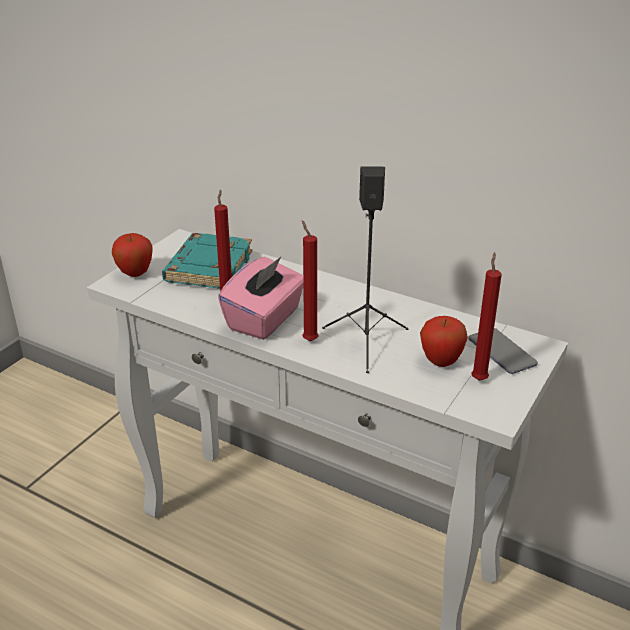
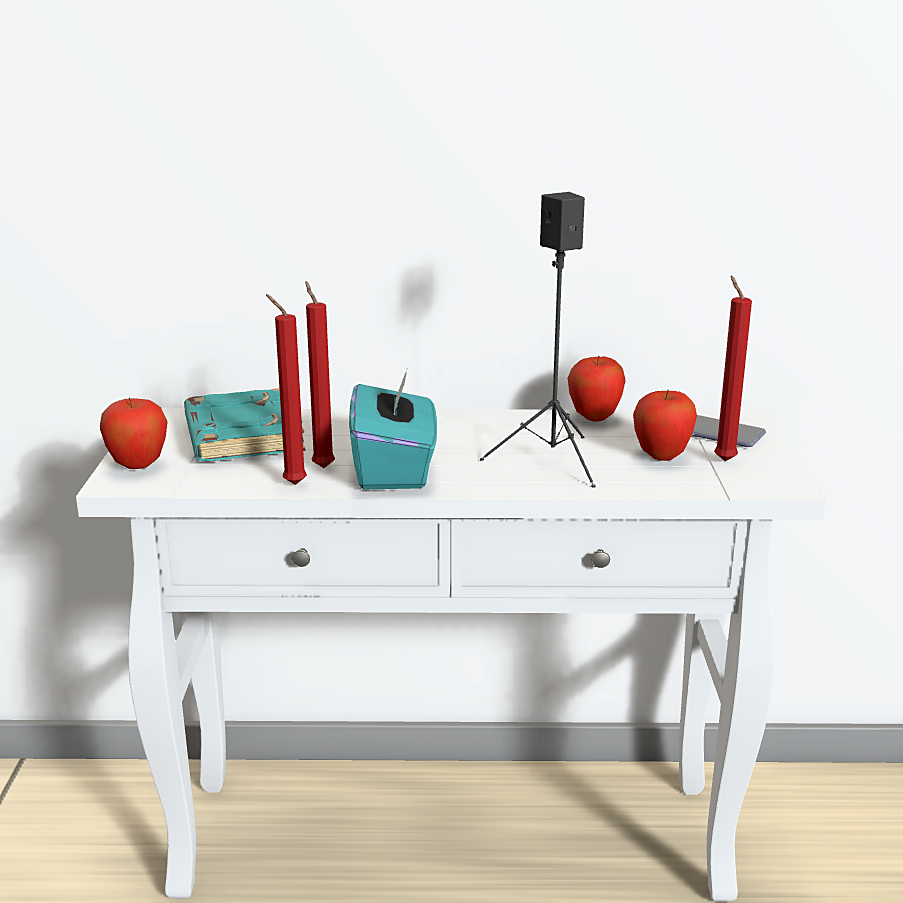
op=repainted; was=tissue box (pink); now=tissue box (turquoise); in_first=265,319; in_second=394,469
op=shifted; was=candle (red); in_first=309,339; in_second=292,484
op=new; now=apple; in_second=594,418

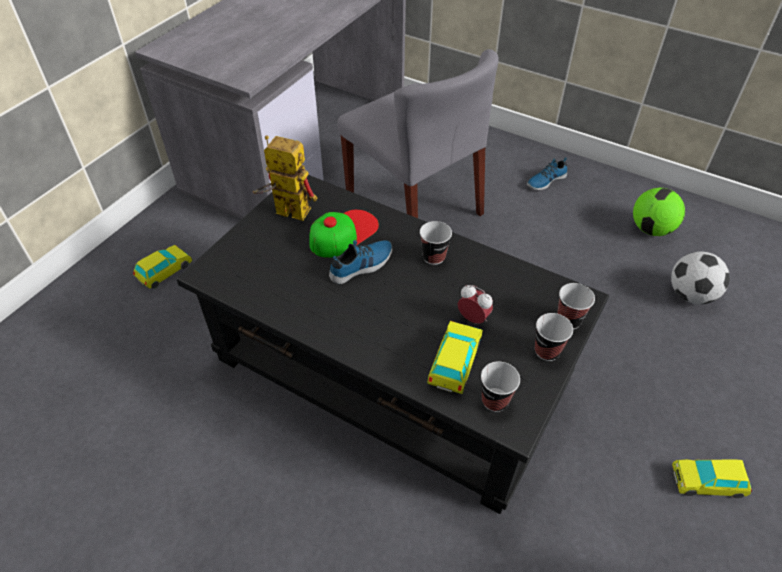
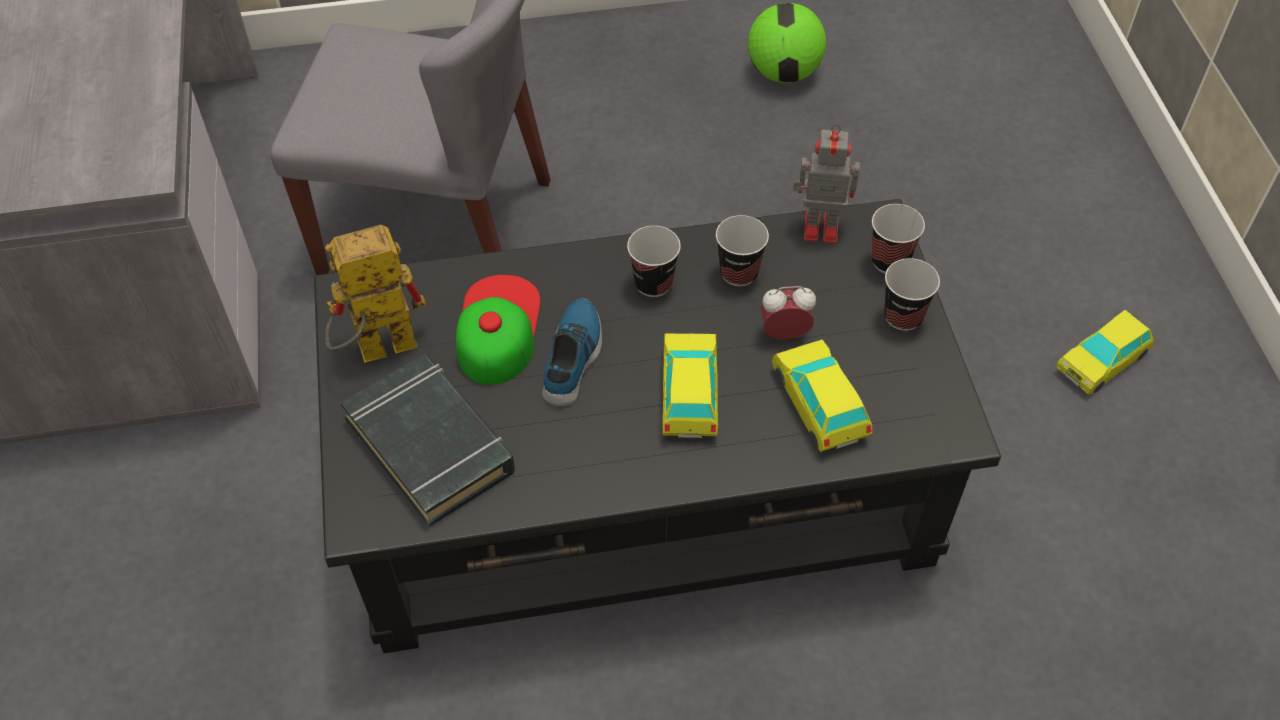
op=shifted; was=toy car; in_first=164,271; in_second=689,394
op=shifted; was=cup; in_first=495,400; in_second=739,273
op=gone; was=shoe; in_first=545,180
op=gone; was=football; in_first=690,295
op=new; now=book (black); in_second=430,445
op=new; now=toy robot; in_second=818,227

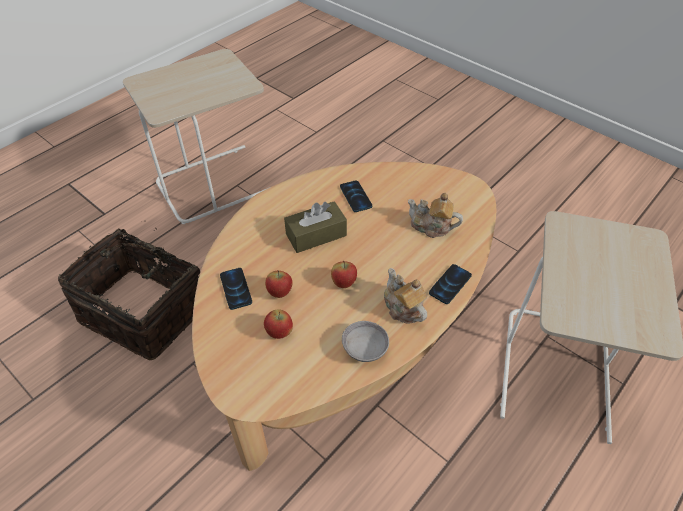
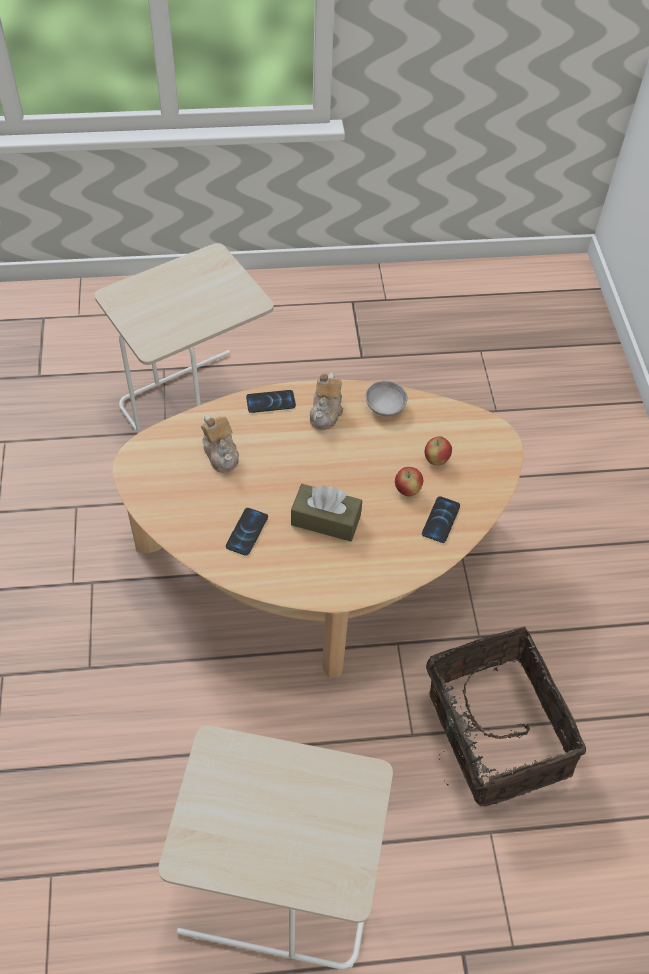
op=gone; was=apple; in_first=344,283

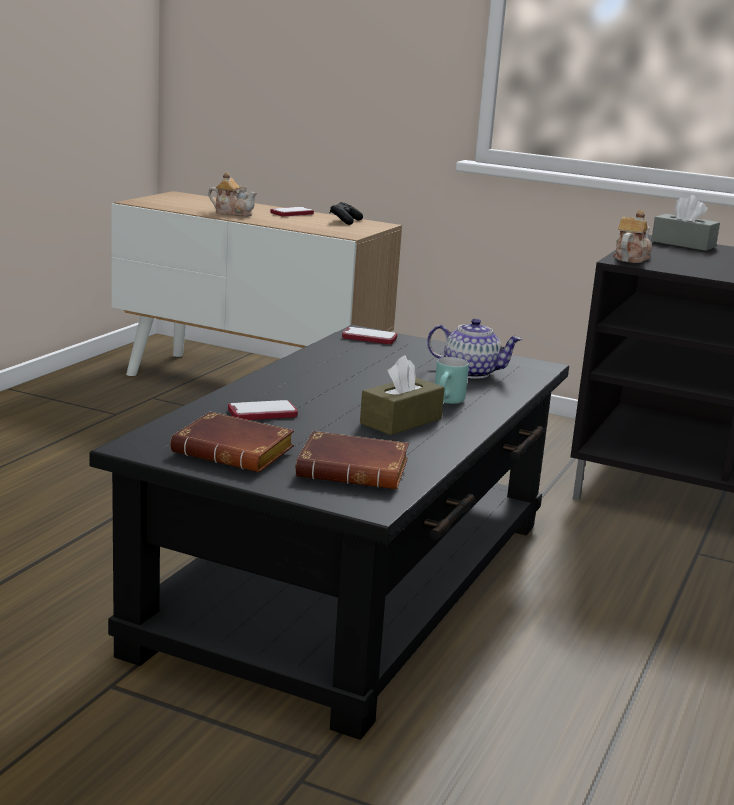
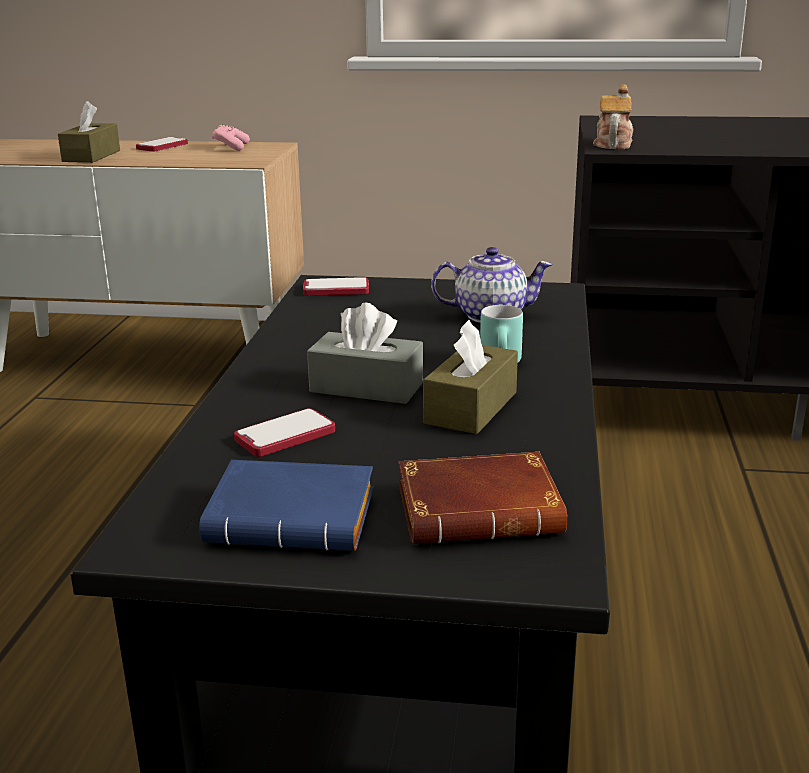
op=repainted; was=book (brown); now=book (blue); in_first=237,452; in_second=297,518
op=swapped; was=teapot; now=tissue box (brown); in_first=232,213; in_second=91,156
op=repainted; was=game controller (black); now=game controller (pink); in_first=345,221; in_second=231,147
op=shifted; was=tissue box (grey); in_first=683,244; in_second=366,387

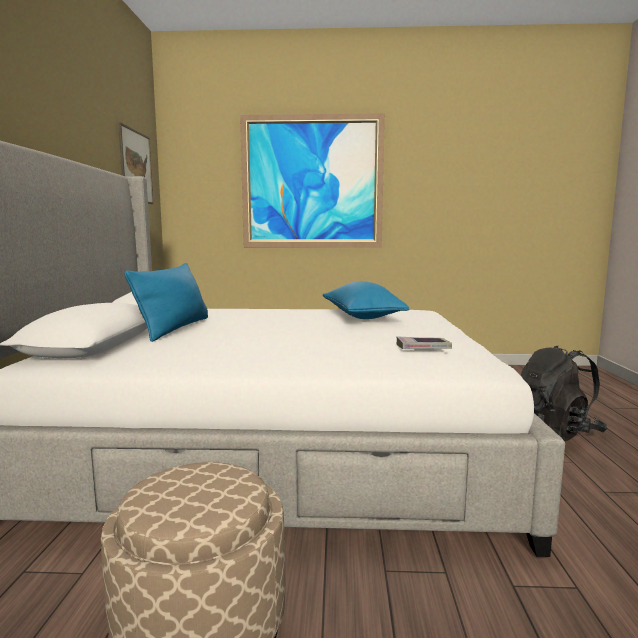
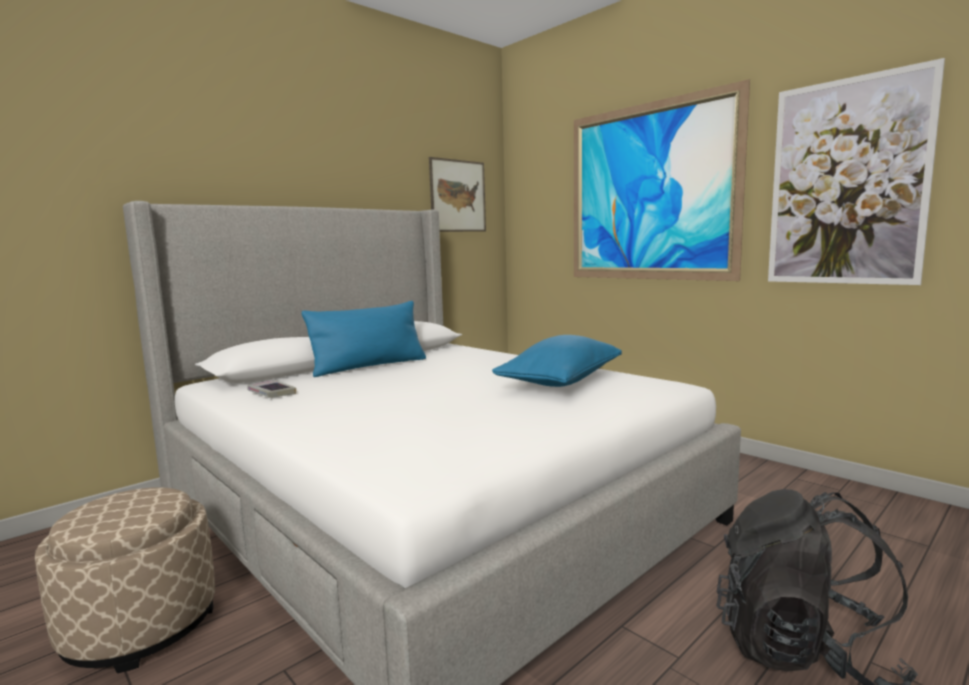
op=shifted; was=book; in_first=423,348; in_second=272,393
op=new; now=picture; in_second=846,183

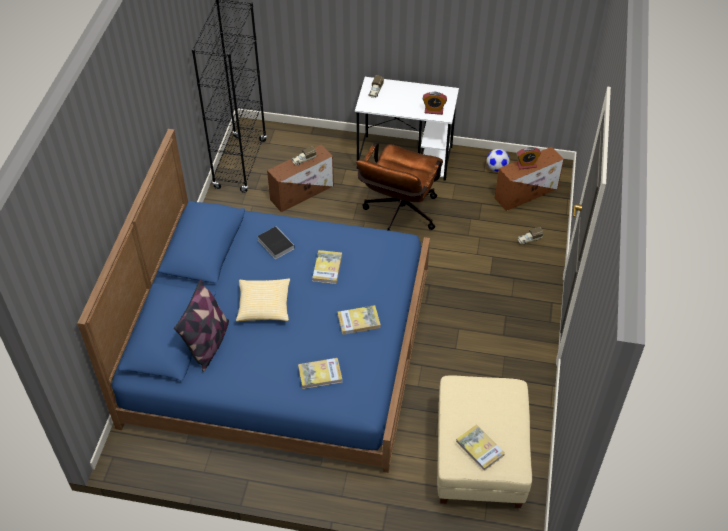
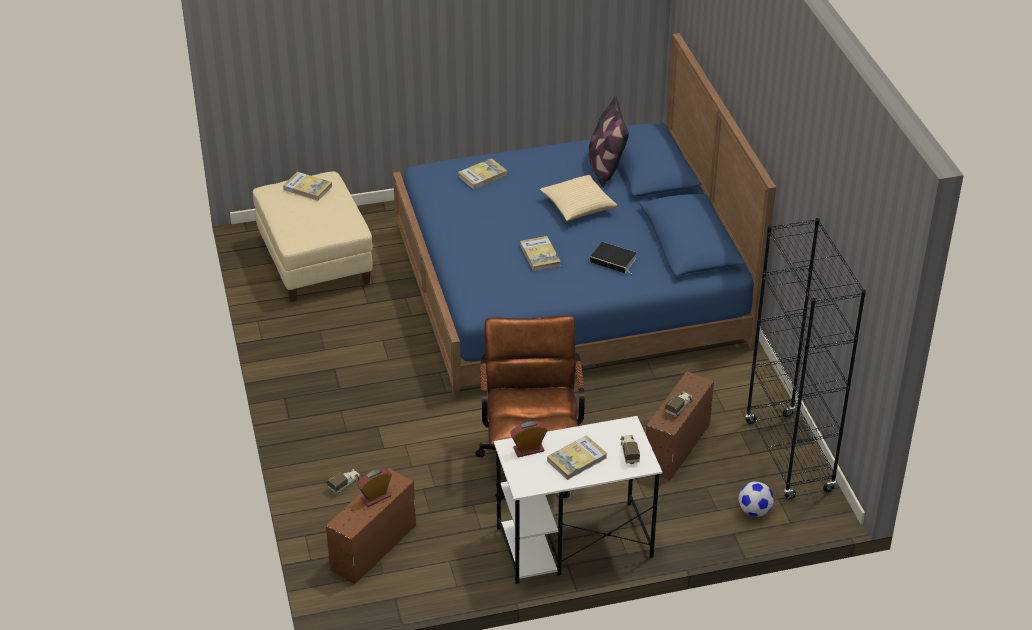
op=shifted; was=book; in_first=359,321; in_second=577,459
op=shifted; was=football; in_first=496,168; in_second=754,511

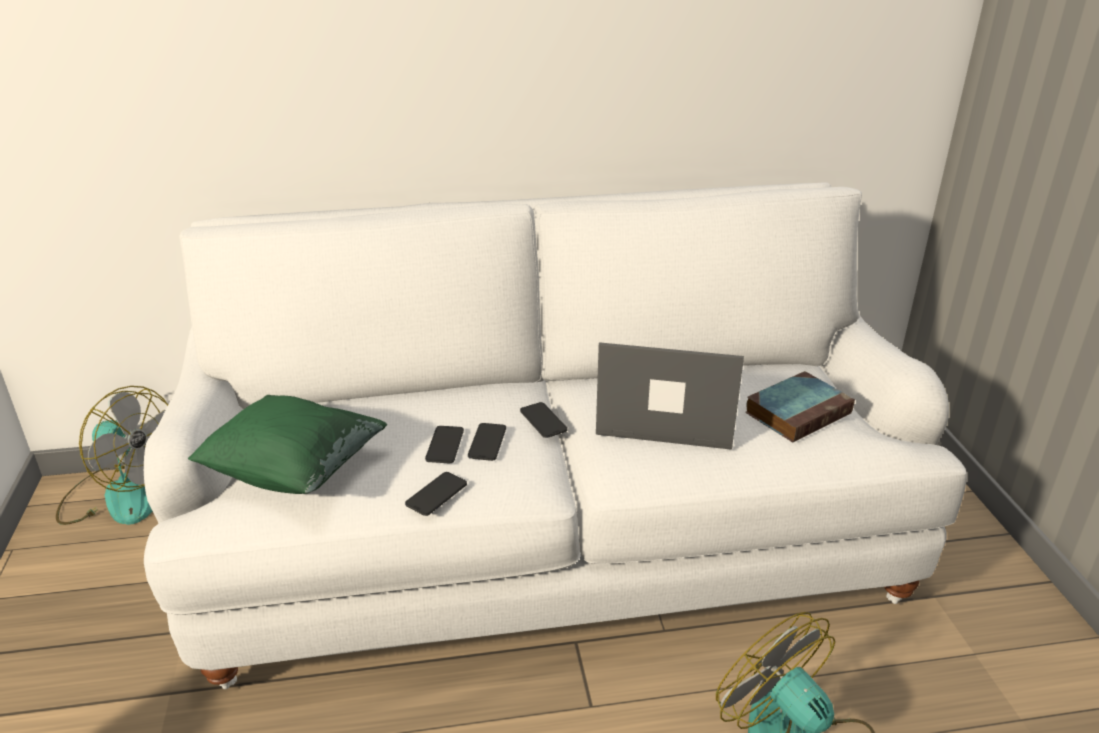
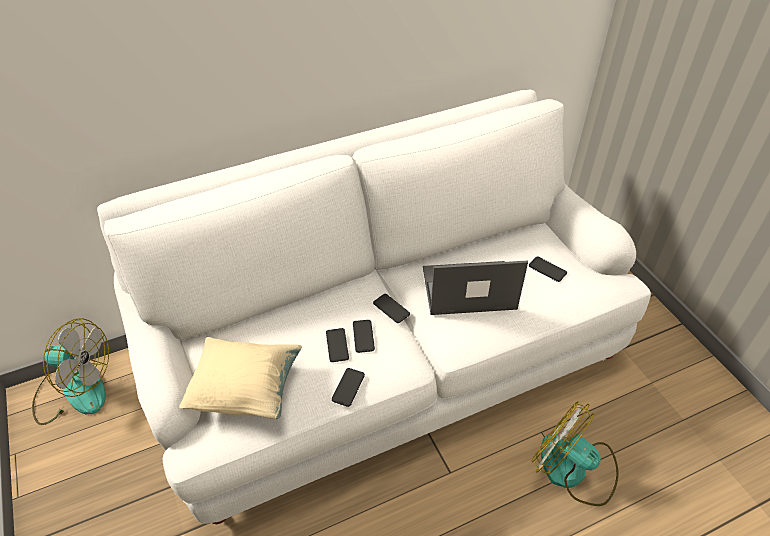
op=repainted; was=pillow (green); now=pillow (beige); in_first=294,471; in_second=246,390
op=swapped; was=book; now=phone; in_first=798,412; in_second=547,269

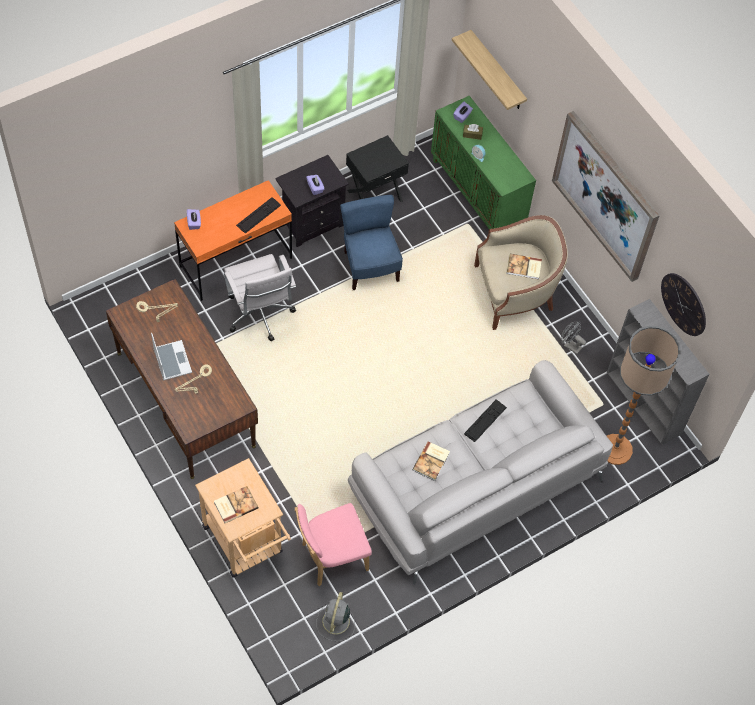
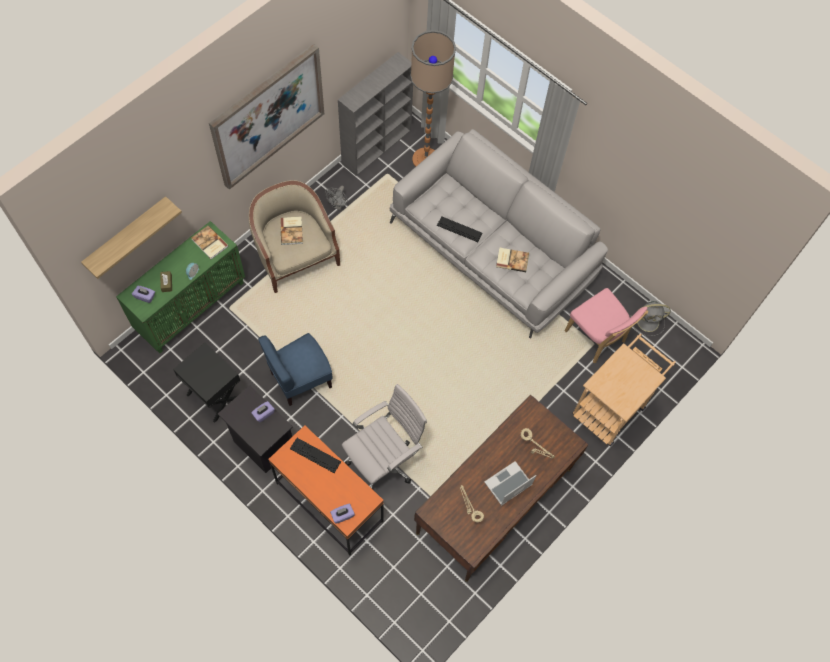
op=shifted; was=book; in_first=235,505; in_second=209,243
op=gone; was=wall clock; in_first=684,304

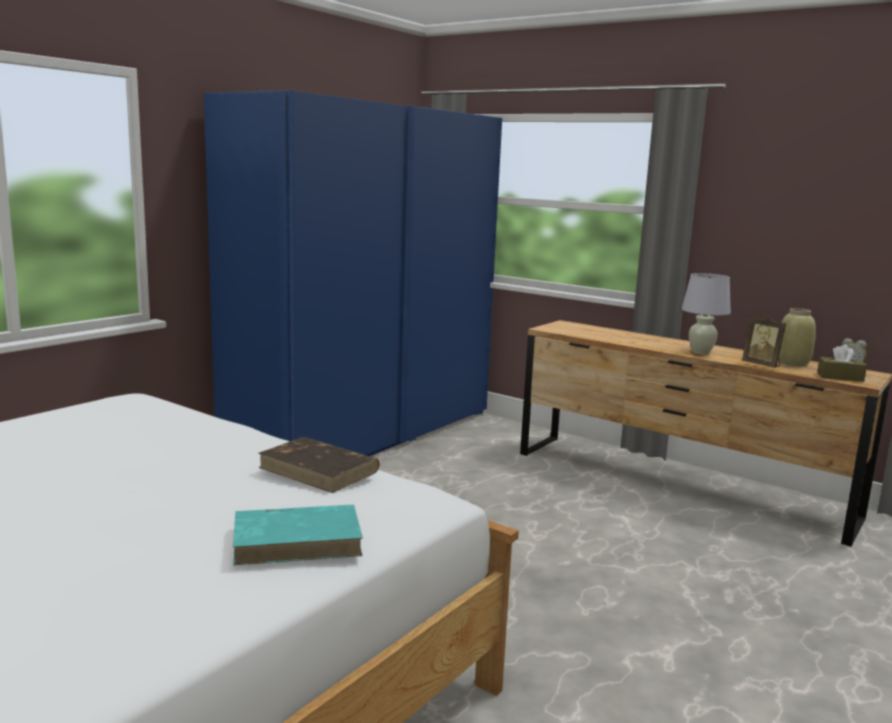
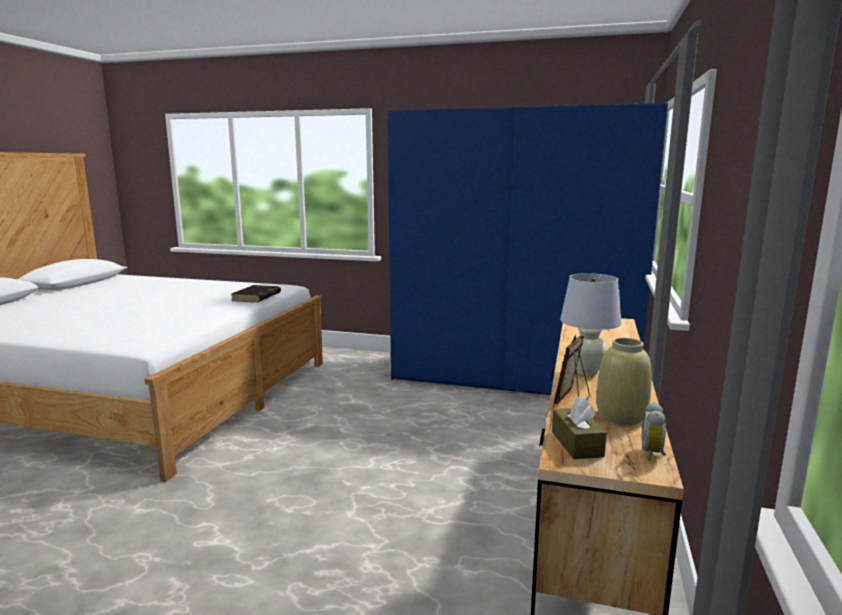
op=gone; was=book (turquoise); in_first=298,540
op=shifted; was=book (brown); in_first=319,470; in_second=256,297

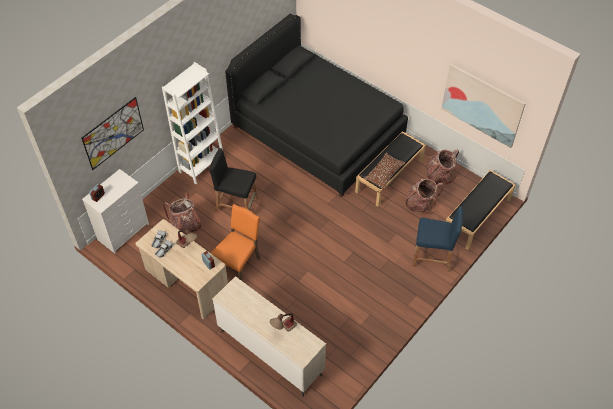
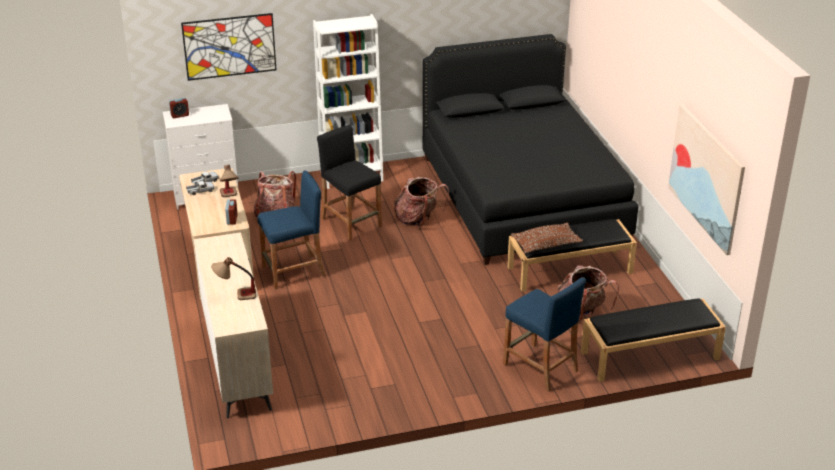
op=swapped; was=chair (orange); now=stool (blue); in_first=239,264; in_second=294,272
op=shifted; was=backpack; in_first=439,176; in_second=418,219

